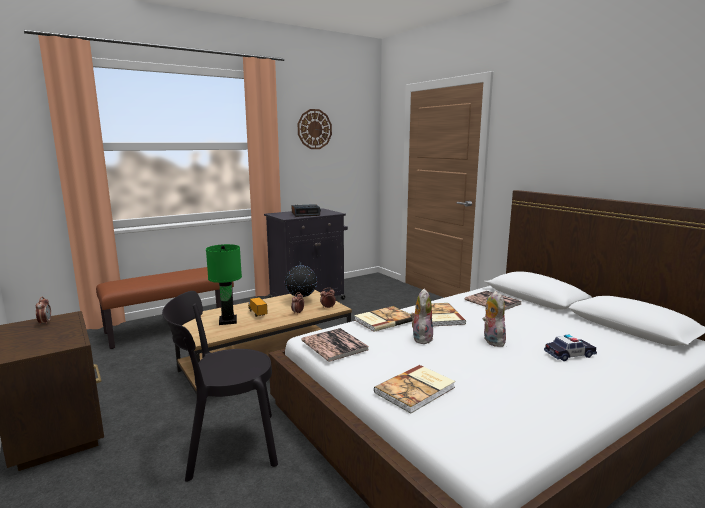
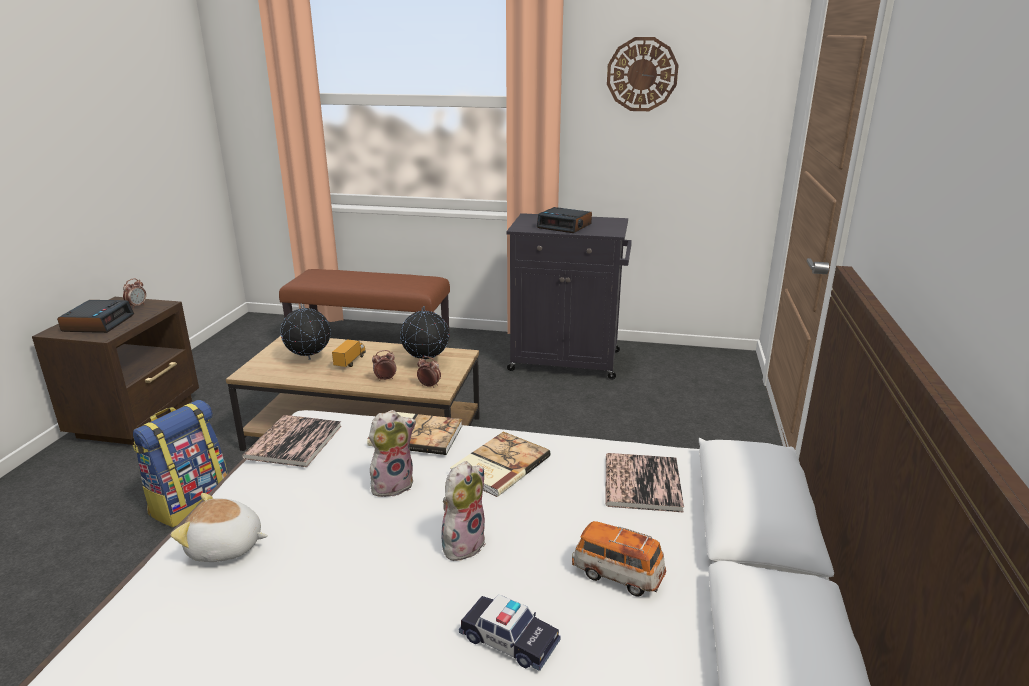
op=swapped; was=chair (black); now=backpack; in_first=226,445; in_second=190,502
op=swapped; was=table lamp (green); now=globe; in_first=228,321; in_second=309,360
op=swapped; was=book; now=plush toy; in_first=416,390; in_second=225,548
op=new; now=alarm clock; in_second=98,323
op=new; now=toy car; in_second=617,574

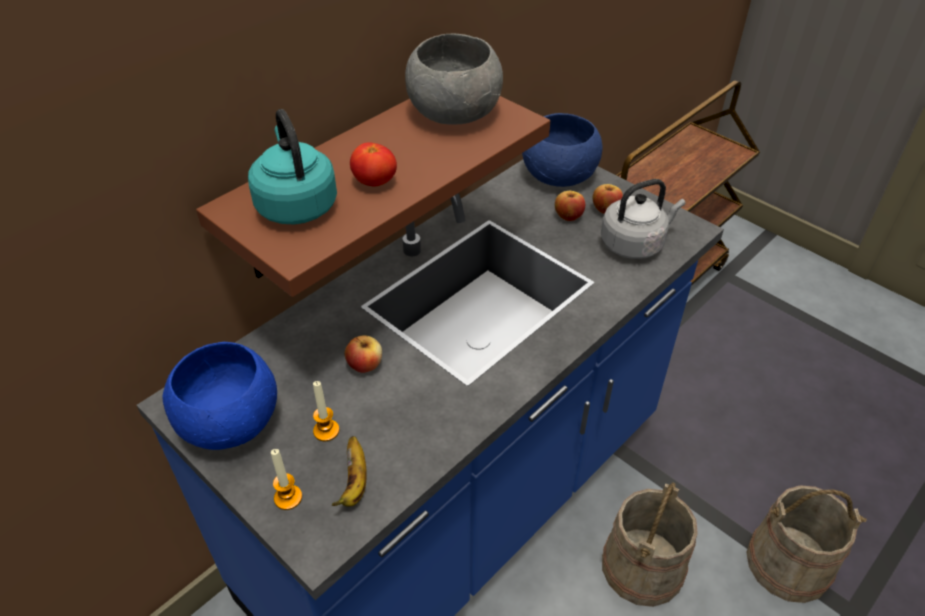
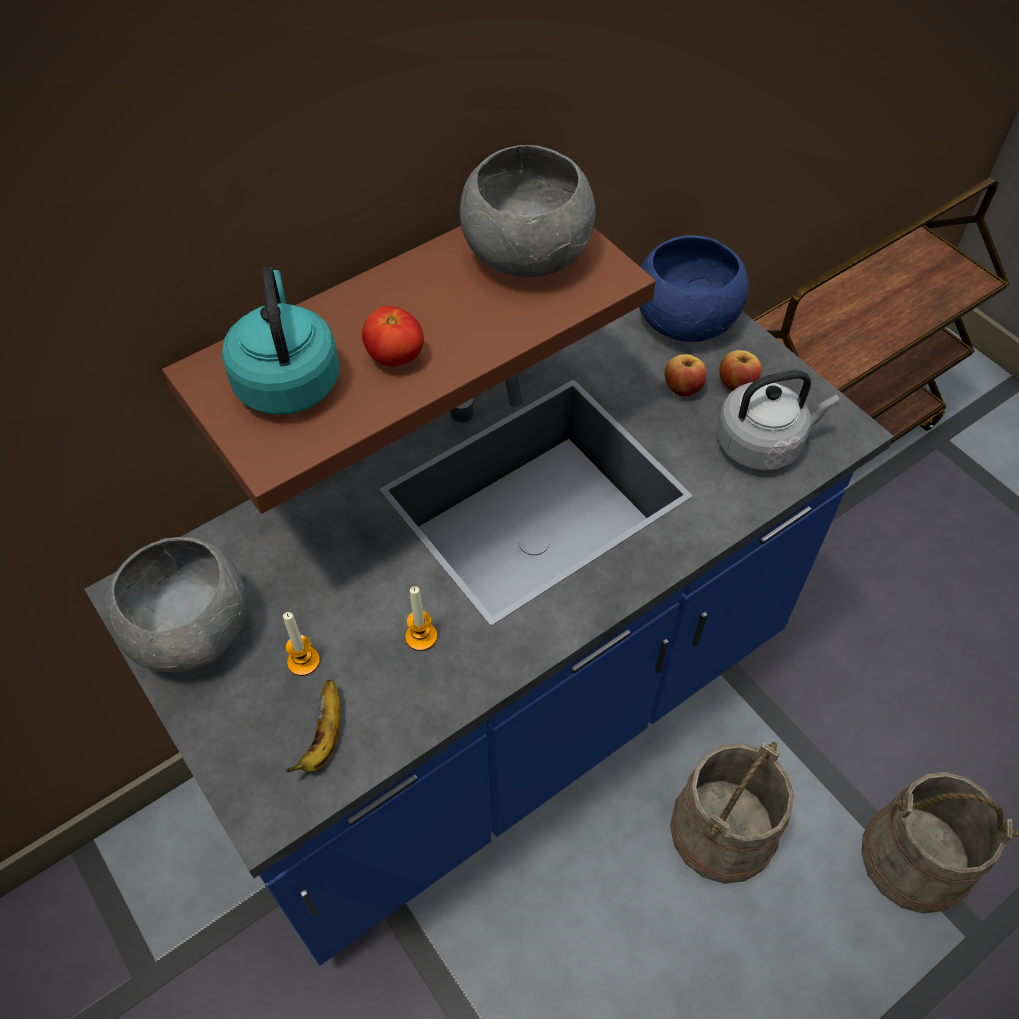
op=repainted; was=bowl (blue); now=bowl (grey); in_first=229,423; in_second=189,631
op=shifted; was=candle; in_first=288,498; in_second=421,636
op=gone; was=apple; in_first=365,365

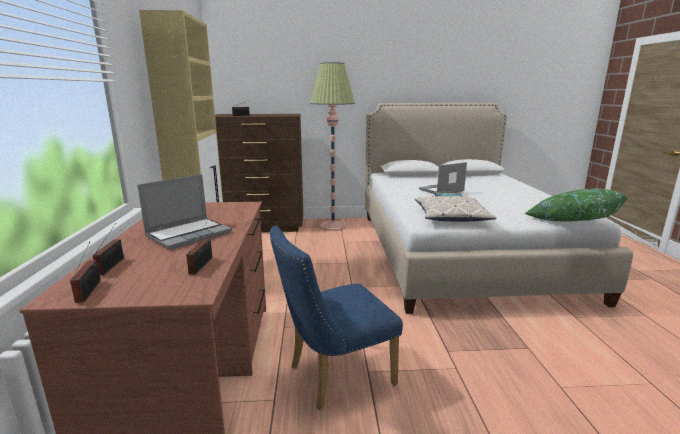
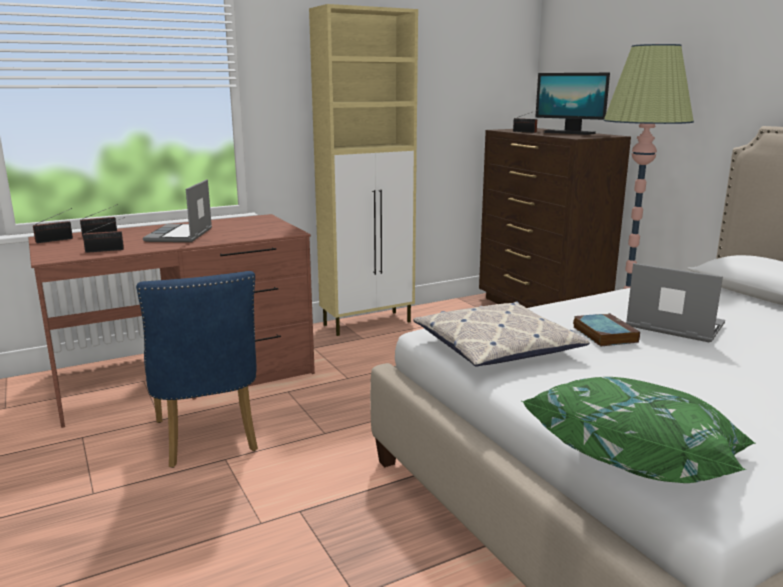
op=rotated; was=laptop; in_first=189,234; in_second=180,235; clockwise=75
op=rotated; was=chair (blue); in_first=334,376; in_second=207,440; clockwise=-150
op=new; now=monitor; in_second=569,133

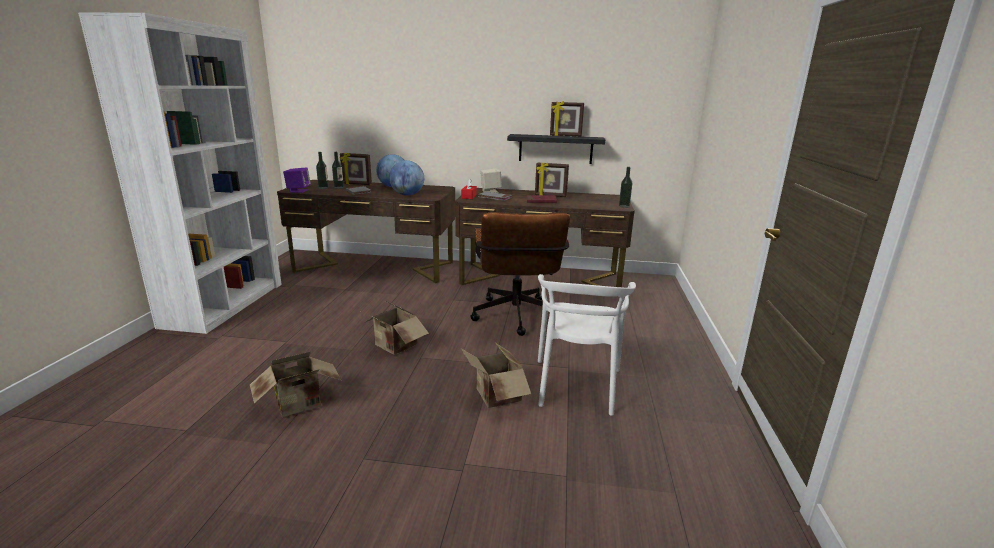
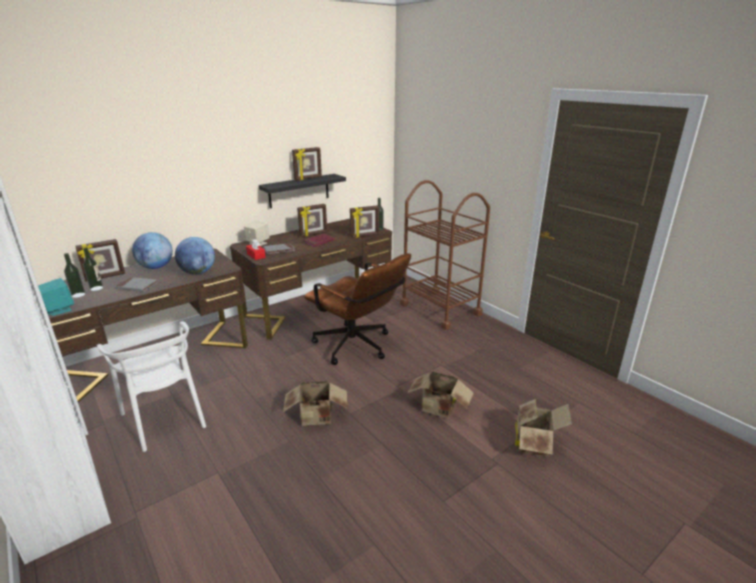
op=shifted; was=cardboard box; in_first=301,405; in_second=534,443
op=repainted; was=speaker (purple); now=speaker (turquoise); in_first=298,191; in_second=59,310
op=shifted; was=chair (white); in_first=576,385; in_second=166,418
op=new; now=picture frame; in_second=365,236
op=new; now=cart (brown); in_second=440,309

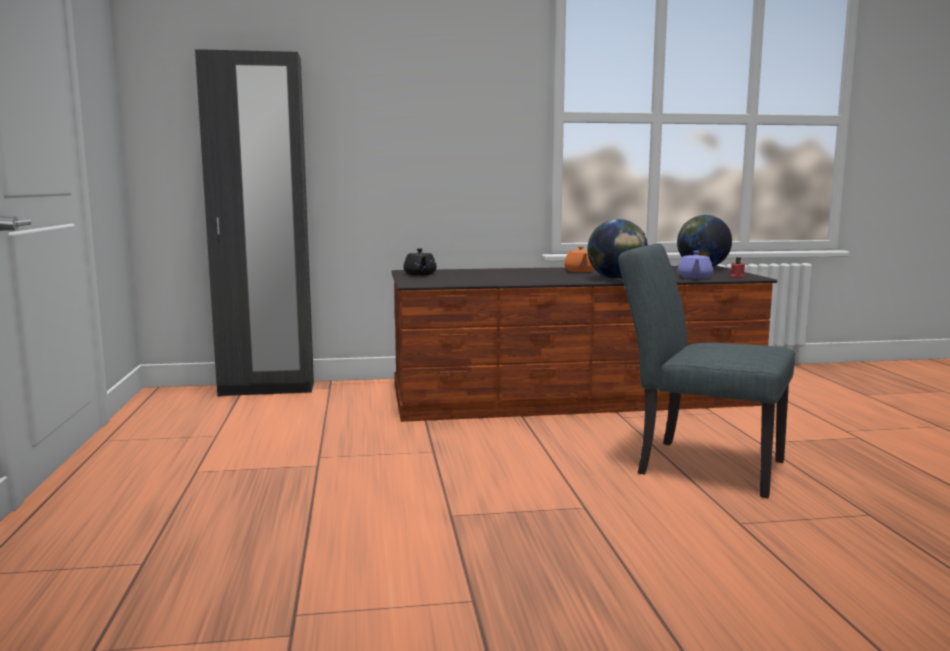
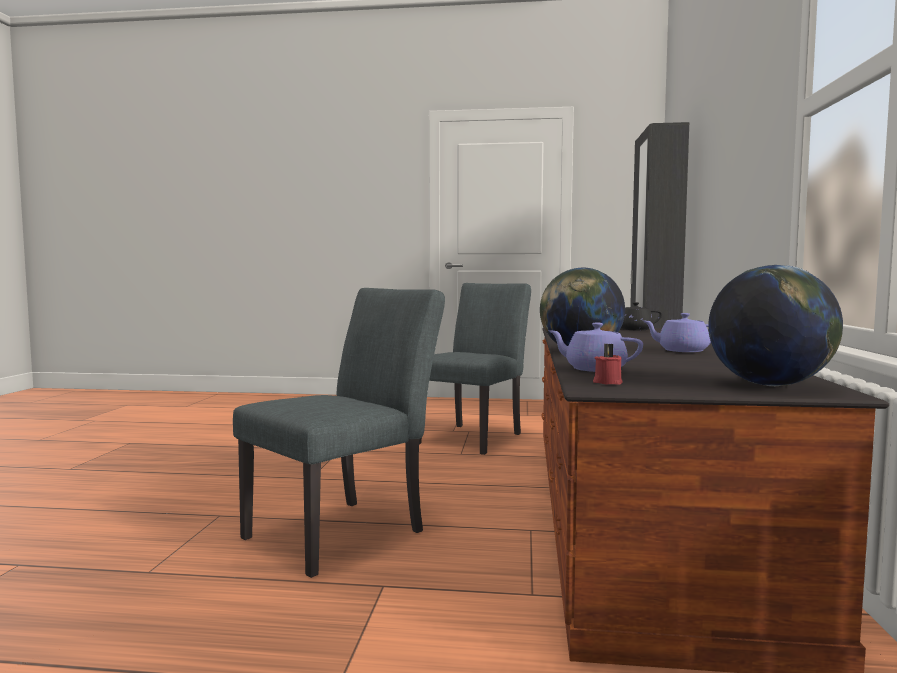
op=repainted; was=teapot (orange); now=teapot (purple); in_first=580,271; in_second=681,350
op=new; now=chair (grey); in_second=474,437

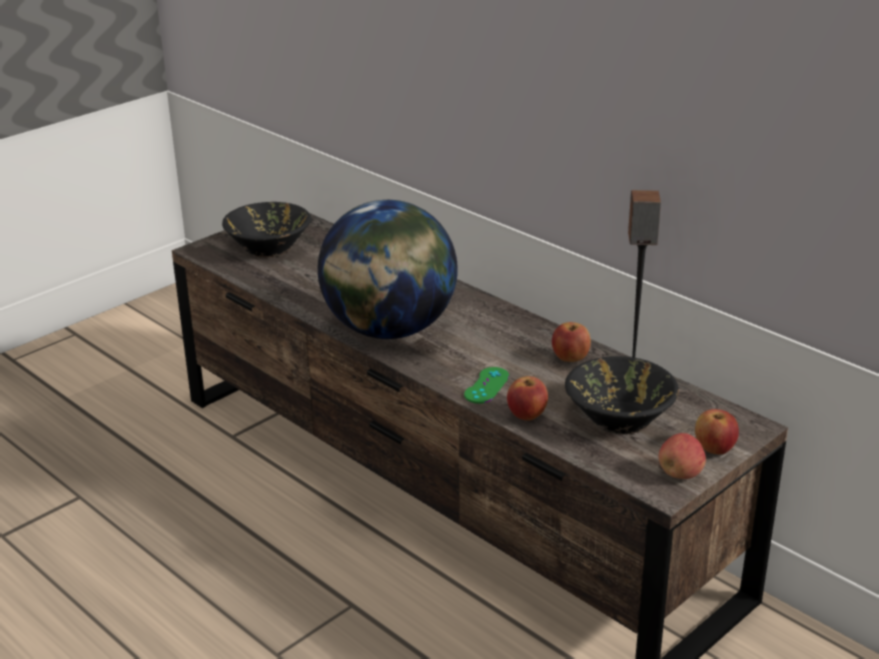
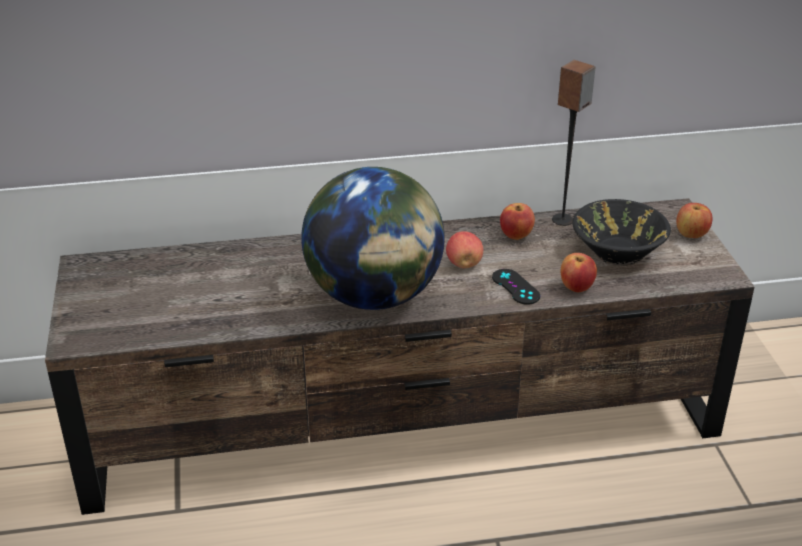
op=gone; was=bowl (black); in_first=269,247
op=repainted; was=game controller (green); now=game controller (black); in_first=486,386; in_second=515,287
op=shifted; was=apple; in_first=680,473; in_second=464,264

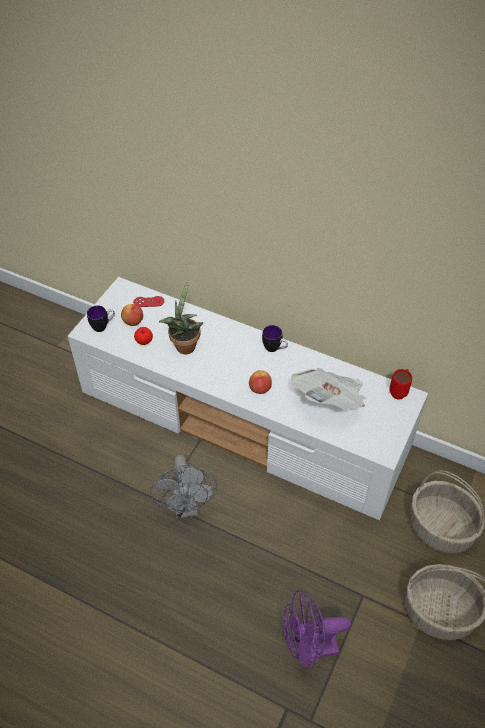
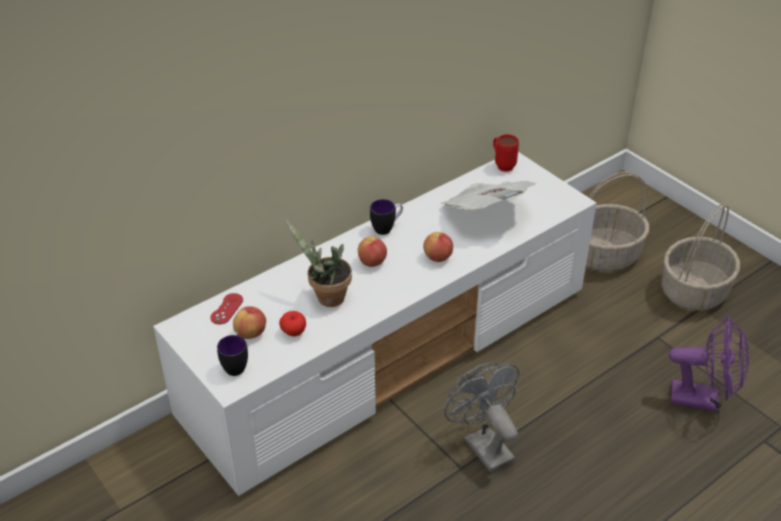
op=rotated; was=fan (grey); in_first=186,507; in_second=483,445; clockwise=-135
op=rotated; was=fan (purple); in_first=308,648; in_second=702,399; clockwise=-90
op=new; now=apple; in_second=372,262

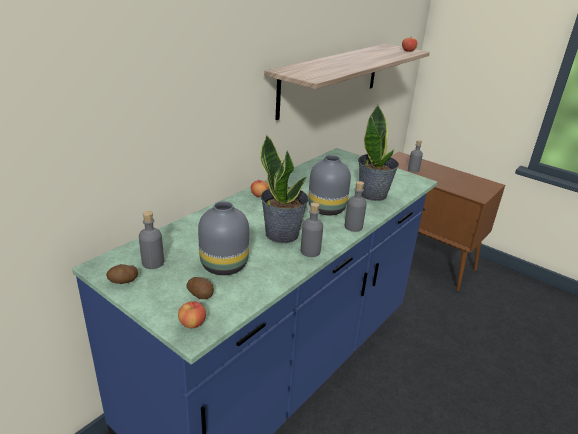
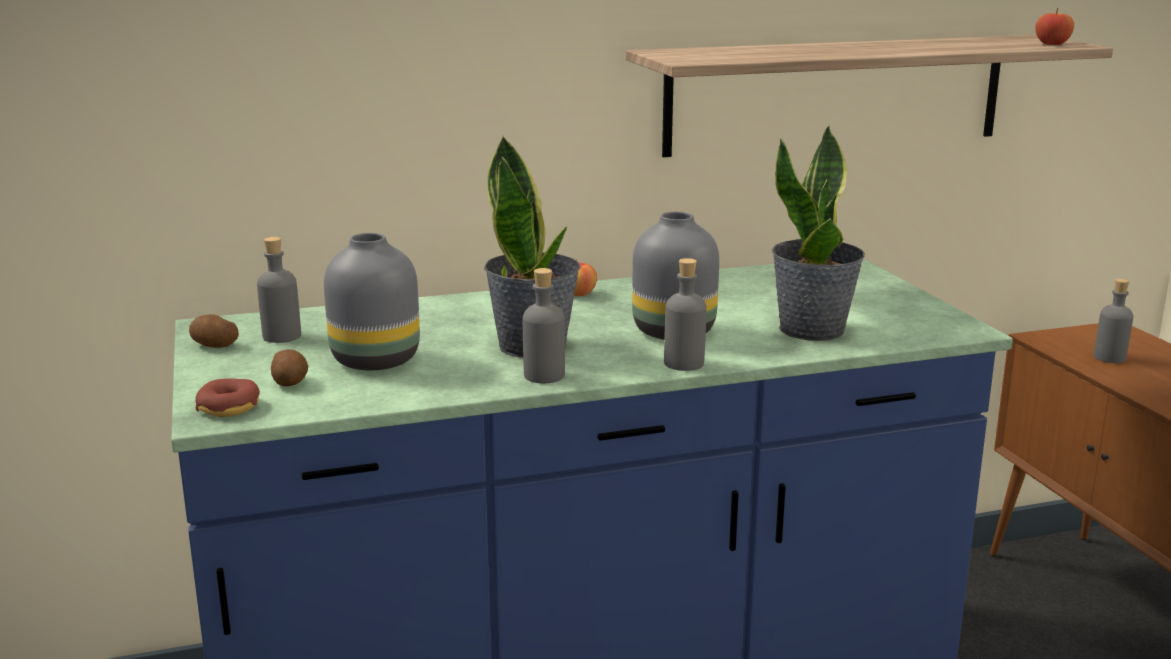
op=swapped; was=apple; now=donut; in_first=192,324; in_second=229,407

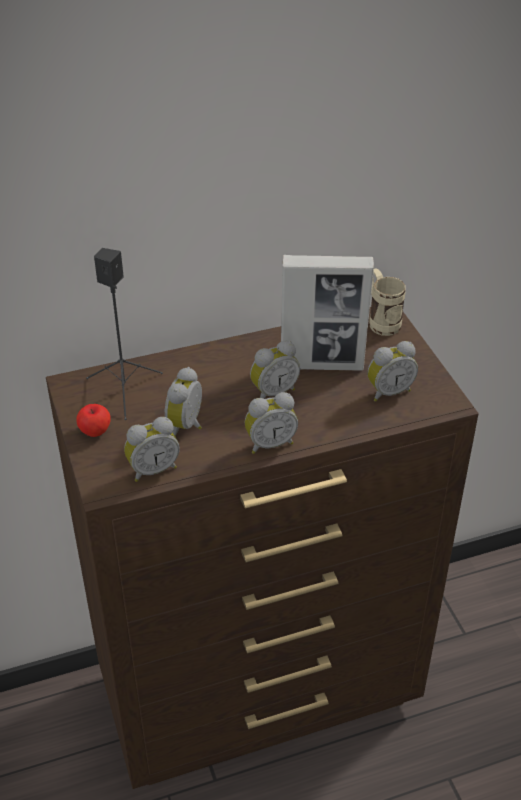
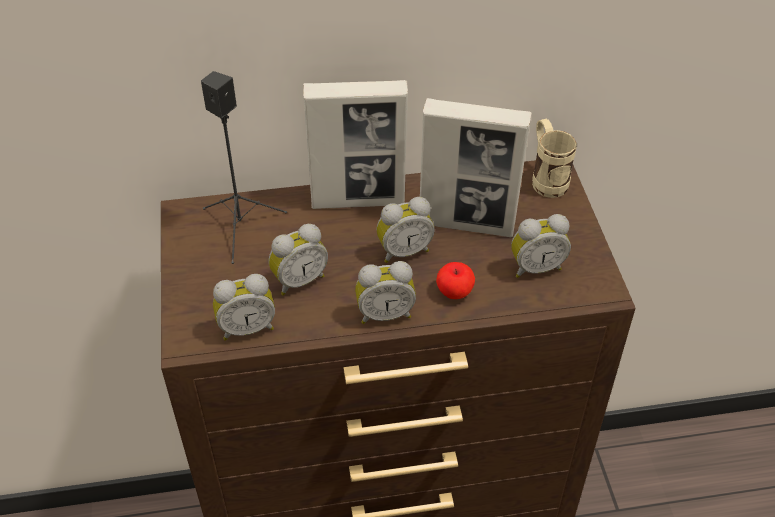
op=shifted; was=apple; in_first=95,431; in_second=455,292
op=rotated; was=alarm clock; in_first=188,426; in_second=298,280; clockwise=-150
op=new; now=picture frame; in_second=358,201

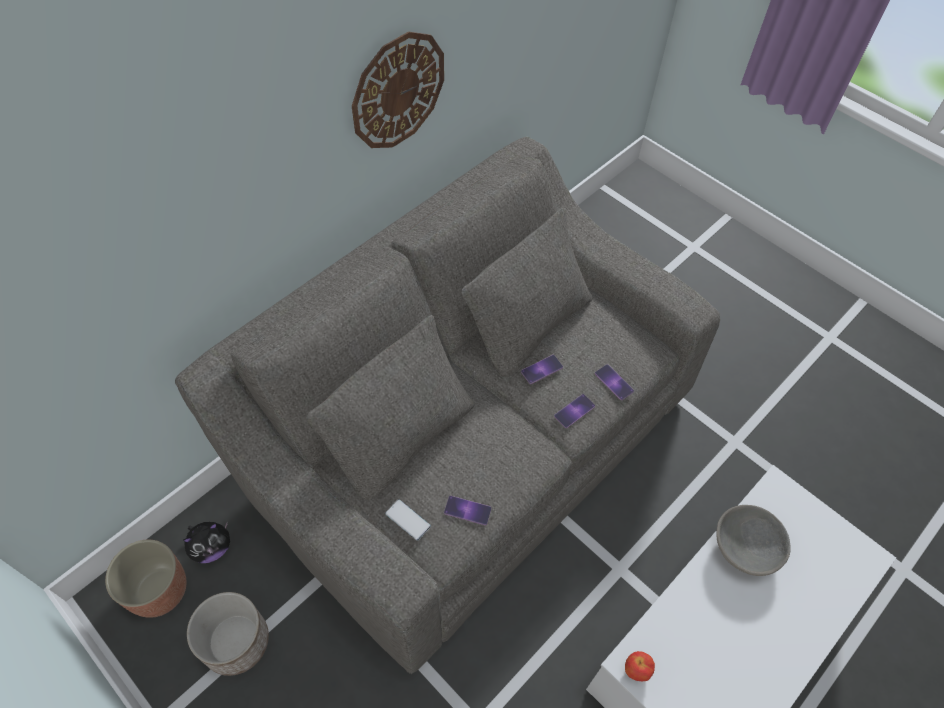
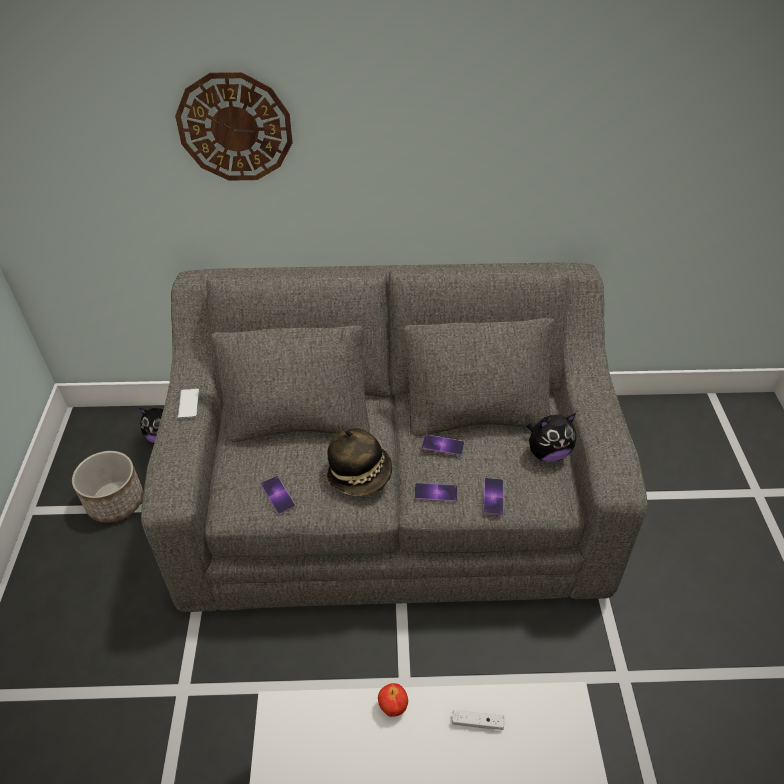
op=gone; was=planter; in_first=159,591
op=shifted; was=wall clock; in_first=398,91; in_second=235,127
op=shifted; was=phone; in_first=408,520; in_second=188,403
op=shifted; was=apple; in_first=636,670; in_second=392,706
op=swapped; was=bowl (grey); now=game controller (white); in_first=746,548; in_second=477,722
op=new; now=hat; in_second=360,474
op=new; now=plush toy; in_second=547,453

